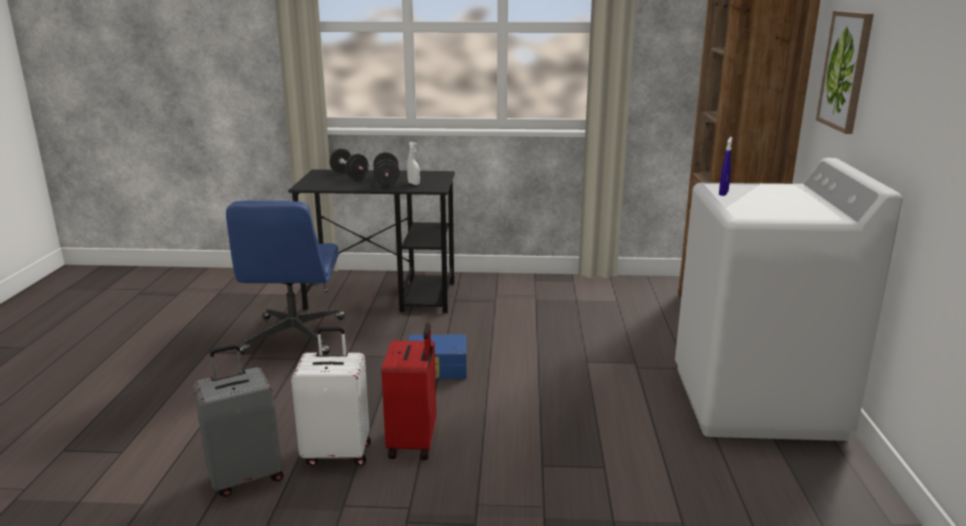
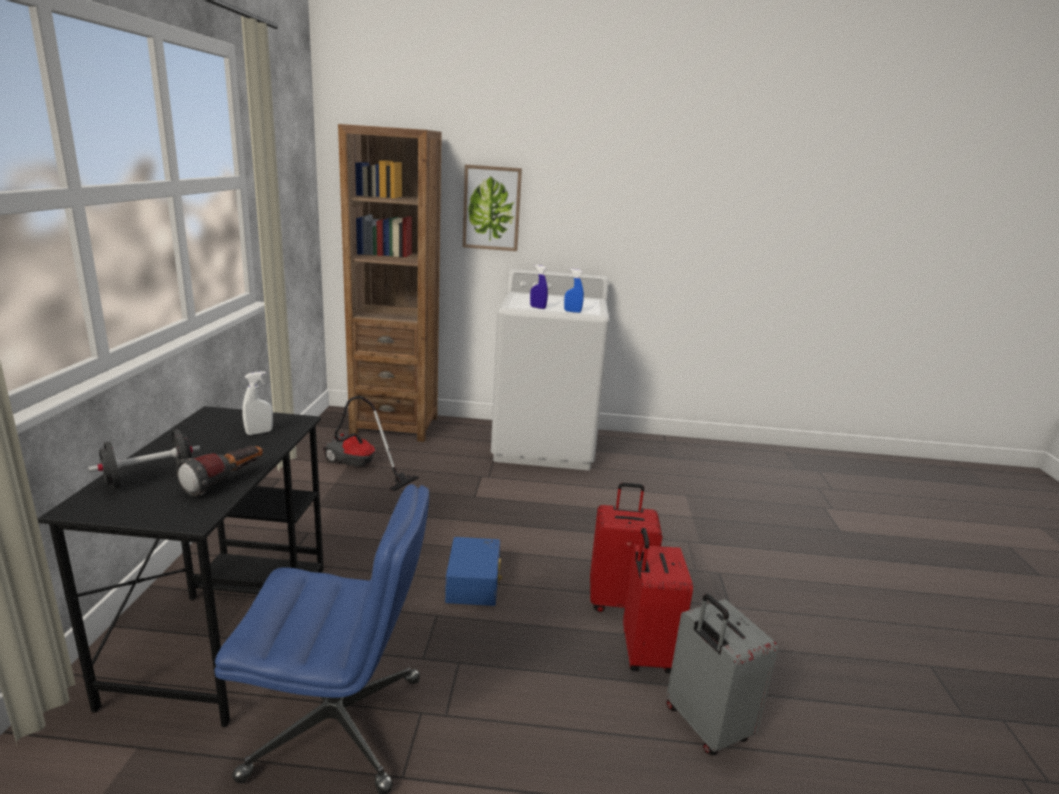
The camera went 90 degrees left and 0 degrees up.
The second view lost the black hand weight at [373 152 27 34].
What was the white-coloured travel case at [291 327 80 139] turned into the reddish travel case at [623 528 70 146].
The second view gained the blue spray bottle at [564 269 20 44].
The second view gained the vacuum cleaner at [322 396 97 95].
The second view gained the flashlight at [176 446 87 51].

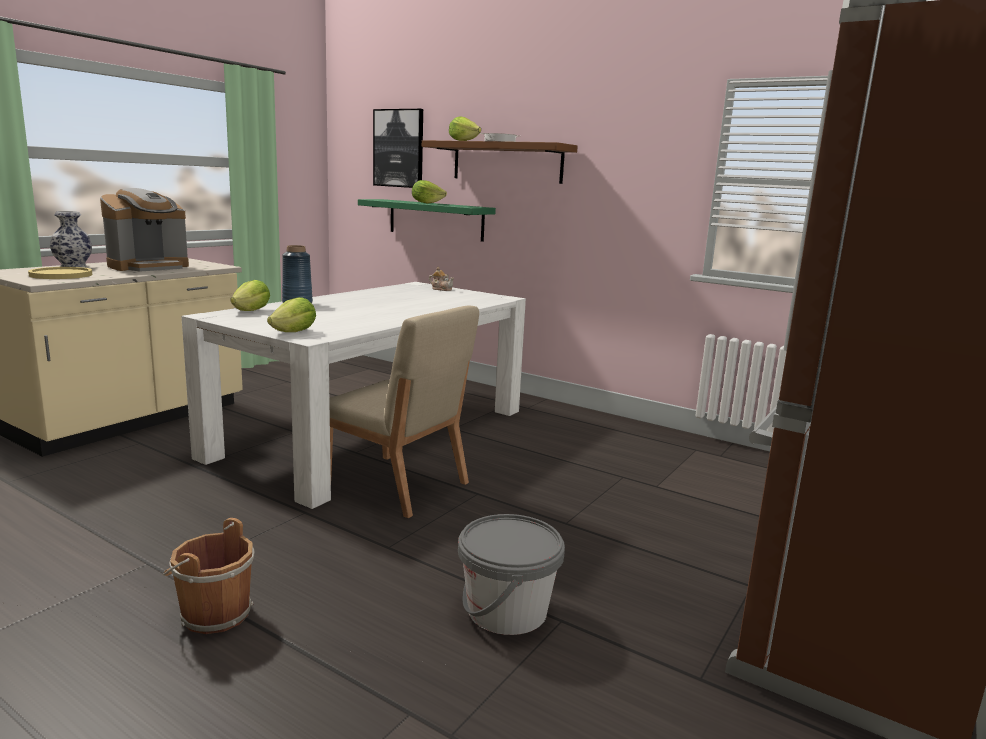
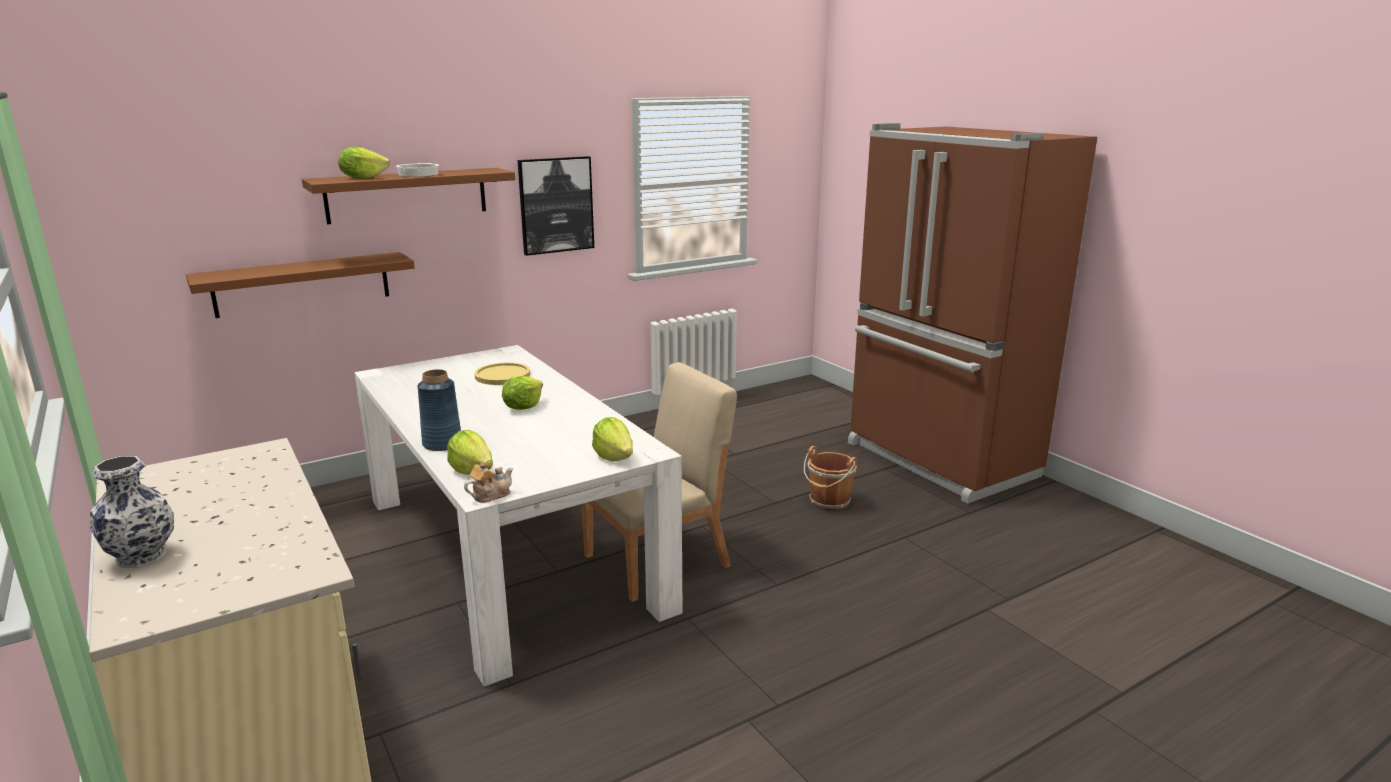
The camera went 65 degrees left and 5 degrees up.
The wall art ended up elsewhere, having gone from [373 109 50 79] to [518 156 76 100].
The lettuce ended up elsewhere, having gone from [412 180 35 24] to [502 376 41 34].
The second view lost the coffee machine at [100 188 89 84].
What was the greenish bracket shelf at [358 199 138 43] turned into the brown-coloured bracket shelf at [186 252 229 66].
The yellow-coloured flat dish ended up elsewhere, having gone from [28 267 64 12] to [474 362 56 23].
The tea pot ended up elsewhere, having gone from [429 267 25 24] to [464 461 49 42].
The second view lost the grey bucket at [458 514 107 121].
The brown-coloured bucket ended up elsewhere, having gone from [163 518 91 116] to [804 446 53 65].

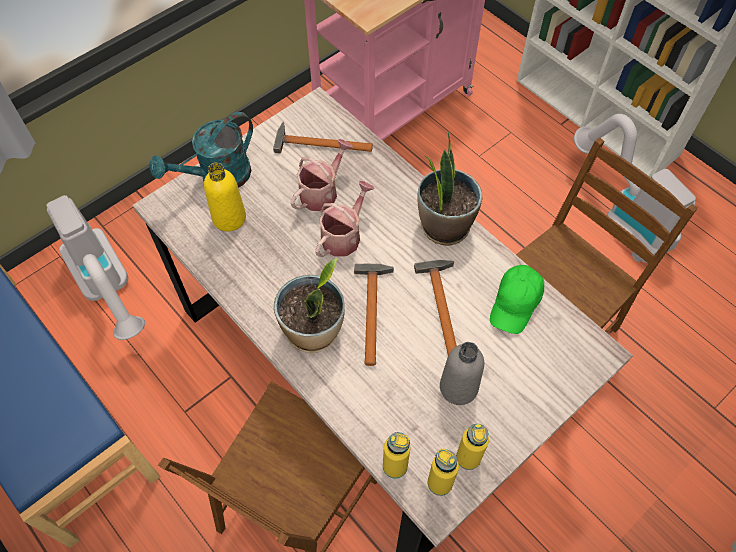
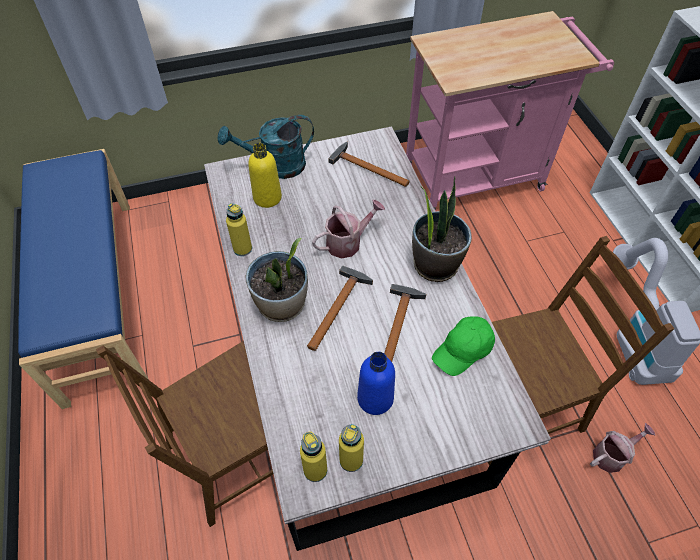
The camera went 25 degrees right and 5 degrees down.
The sprinkling can ended up elsewhere, having gone from [291 139 62 72] to [590 423 65 50].
The second view lost the vacuum cleaner at [46 195 99 145].
What was the grey beverage bottle at [440 342 44 63] turned into the blue beverage bottle at [357 352 38 63].
The yellow-coloured beverage bottle ended up elsewhere, having gone from [383 432 27 47] to [226 203 26 53].

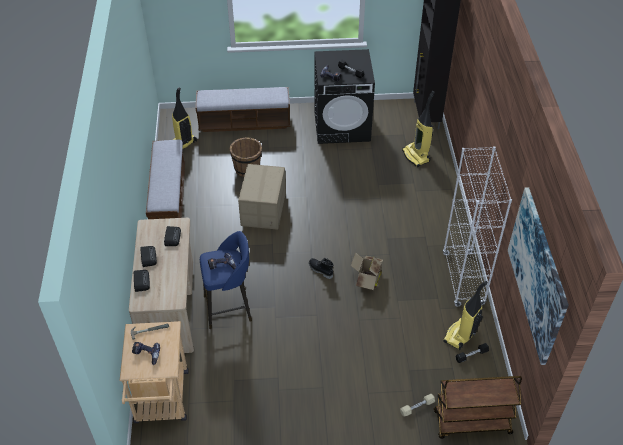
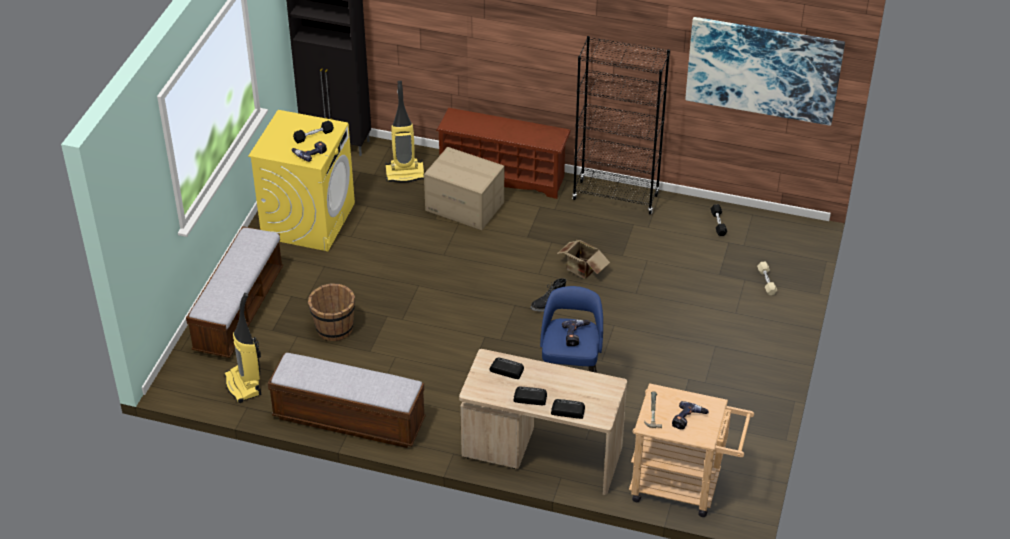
The camera went 70 degrees left and 5 degrees down.
What was the black laundry appliance at [314 49 61 95] turned into the yellow-coloured laundry appliance at [248 110 107 141].
What was the white-coloured bookcase at [443 146 69 161] turned into the black bookcase at [572 36 98 178].
The packing box ended up elsewhere, having gone from [238 164 48 66] to [424 147 80 83].
The second view lost the vacuum cleaner at [443 281 45 69].
The second view lost the brown-coloured wheeled cart at [434 376 88 63].
The second view gained the brown-coloured shoe rack at [436 108 135 91].

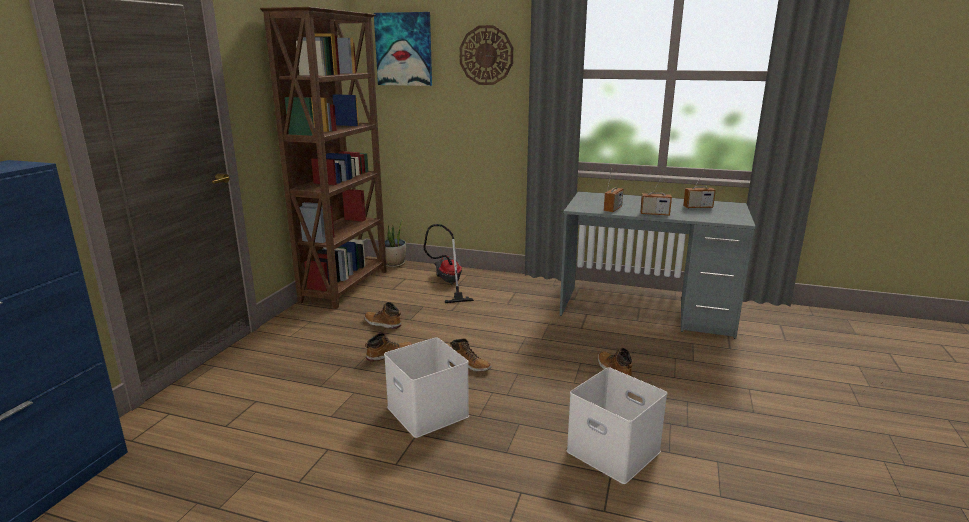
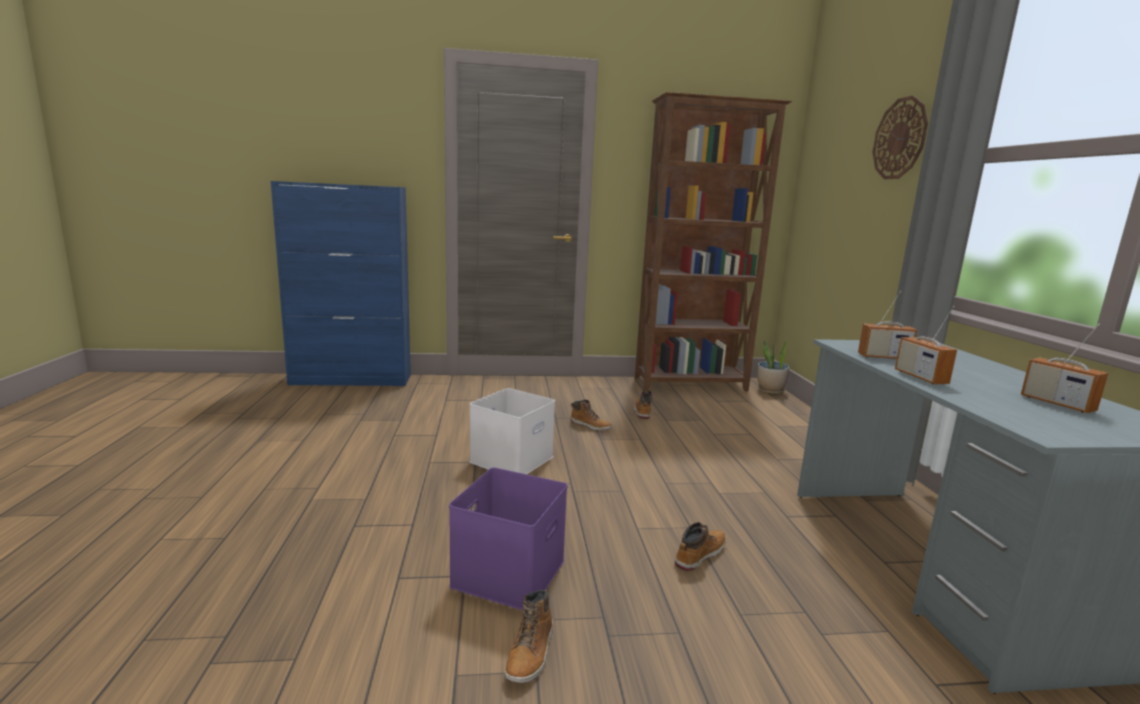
The camera went 65 degrees right and 5 degrees down.
The second view lost the wall art at [374 12 58 74].
The second view lost the vacuum cleaner at [423 224 51 79].
The boot ended up elsewhere, having gone from [450 339 42 33] to [505 590 48 93].
What was the white-coloured storage box at [566 367 101 117] turned into the purple storage box at [449 467 119 143].

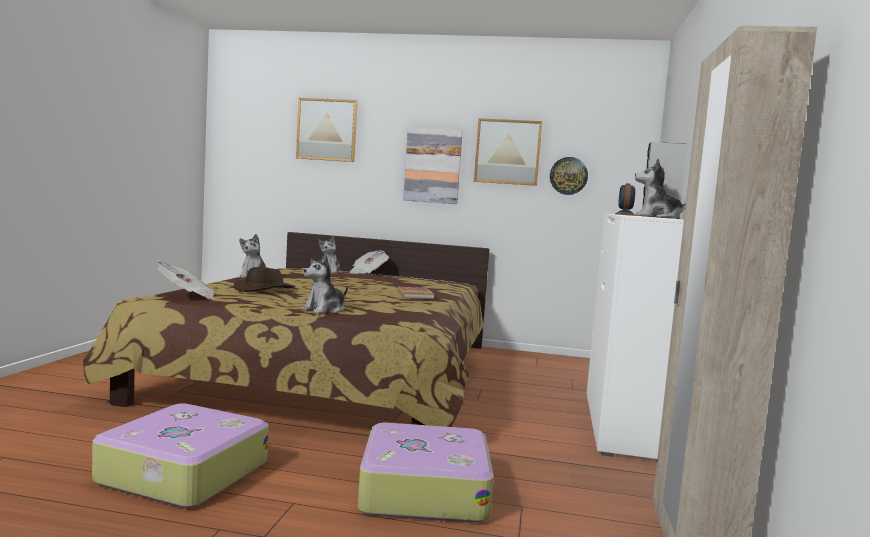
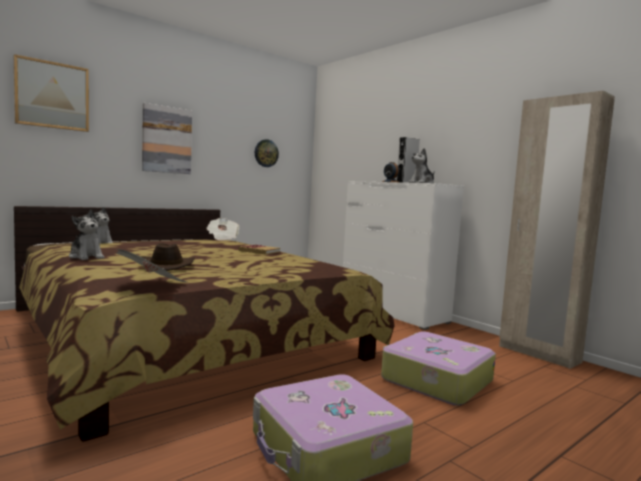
The camera went 50 degrees left and 0 degrees up.
The second view lost the wall art at [474 118 68 68].
The daily paper ended up elsewhere, having gone from [349 250 40 24] to [206 218 34 22].
The second view lost the cuddly toy at [301 253 47 61].

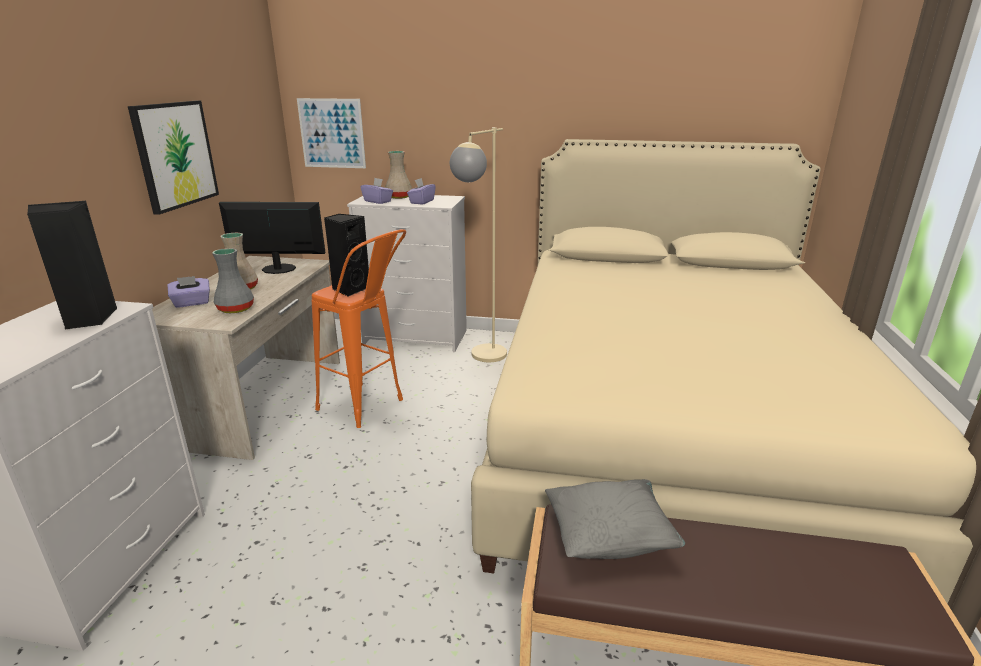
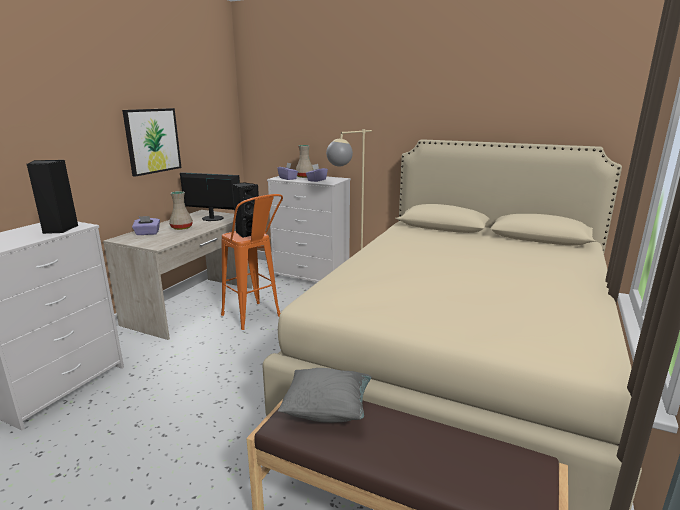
The camera went 15 degrees right and 5 degrees down.
The second view lost the wall art at [297 98 69 70].
The second view lost the grey flower vase at [212 248 42 65].

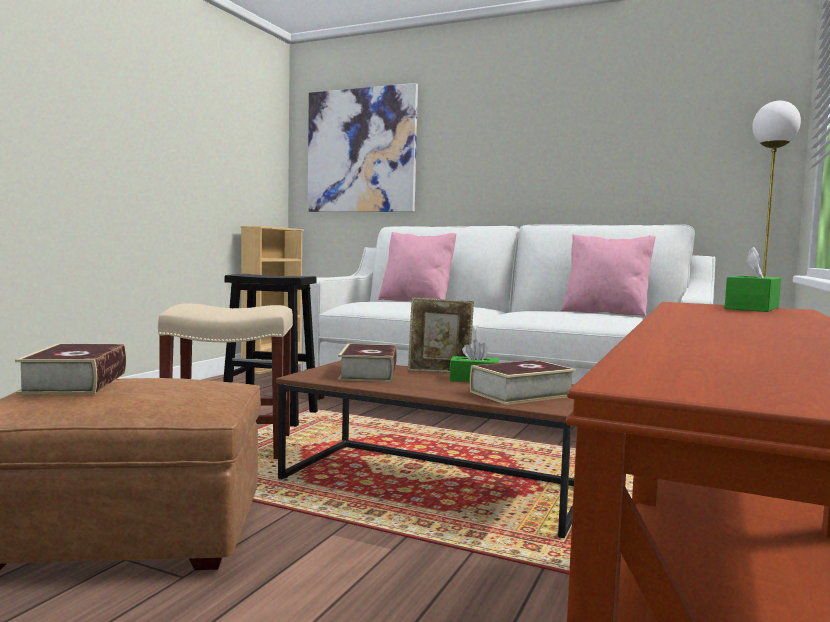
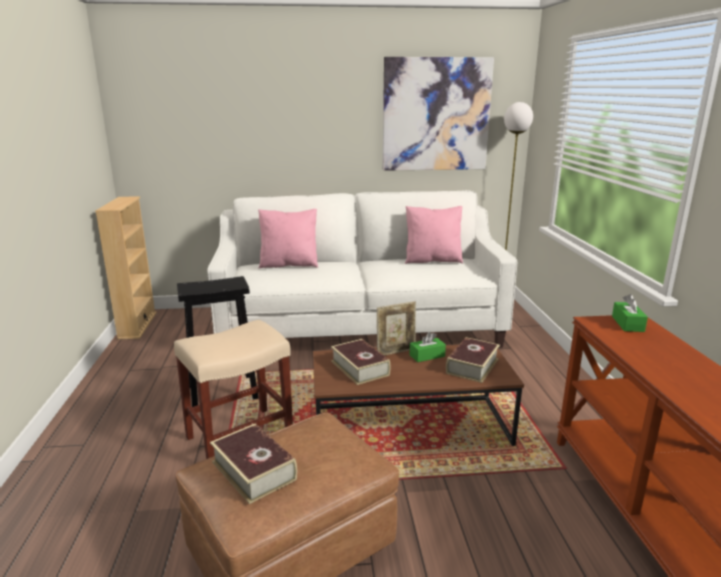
The camera went 30 degrees left and 15 degrees up.
The wall art ended up elsewhere, having gone from [307 83 111 129] to [383 57 111 114].

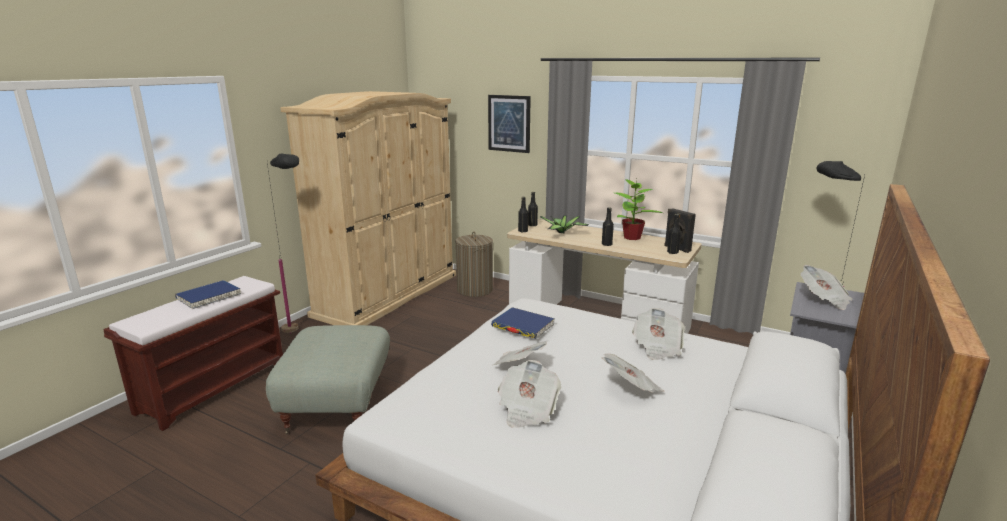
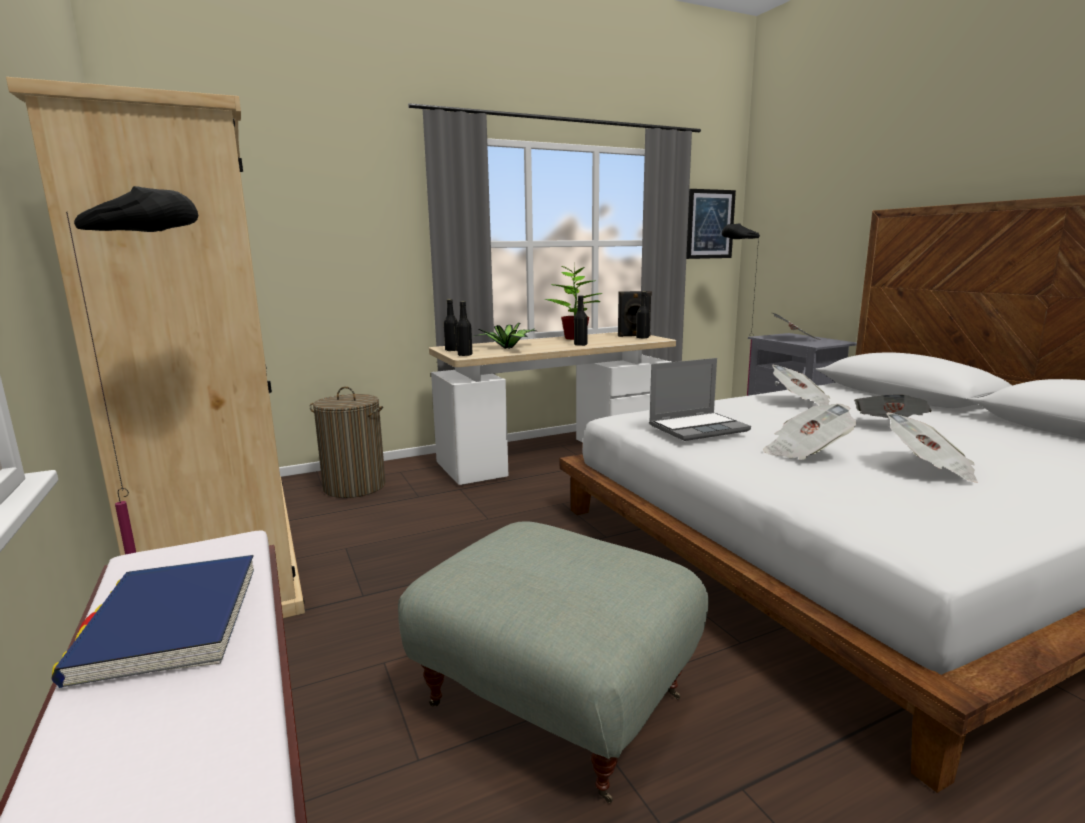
The camera went 55 degrees left and 5 degrees down.
The wall art ended up elsewhere, having gone from [488 95 43 58] to [686 189 50 70].
Where the blue volume stood at [491 307 64 32], the portable computer came to stand at [649 358 102 83].

